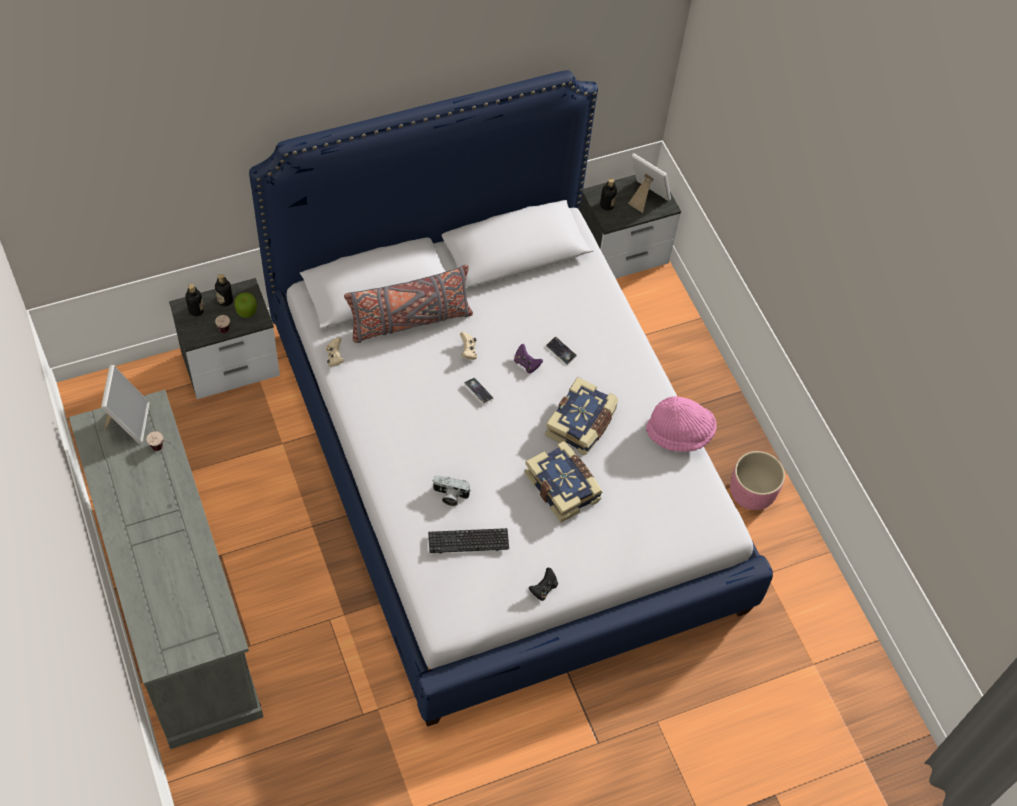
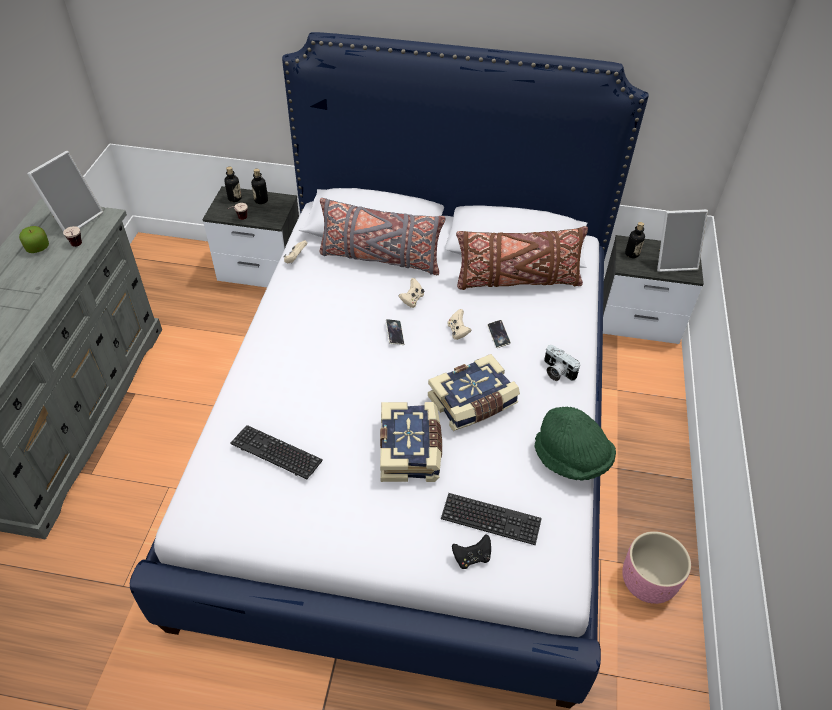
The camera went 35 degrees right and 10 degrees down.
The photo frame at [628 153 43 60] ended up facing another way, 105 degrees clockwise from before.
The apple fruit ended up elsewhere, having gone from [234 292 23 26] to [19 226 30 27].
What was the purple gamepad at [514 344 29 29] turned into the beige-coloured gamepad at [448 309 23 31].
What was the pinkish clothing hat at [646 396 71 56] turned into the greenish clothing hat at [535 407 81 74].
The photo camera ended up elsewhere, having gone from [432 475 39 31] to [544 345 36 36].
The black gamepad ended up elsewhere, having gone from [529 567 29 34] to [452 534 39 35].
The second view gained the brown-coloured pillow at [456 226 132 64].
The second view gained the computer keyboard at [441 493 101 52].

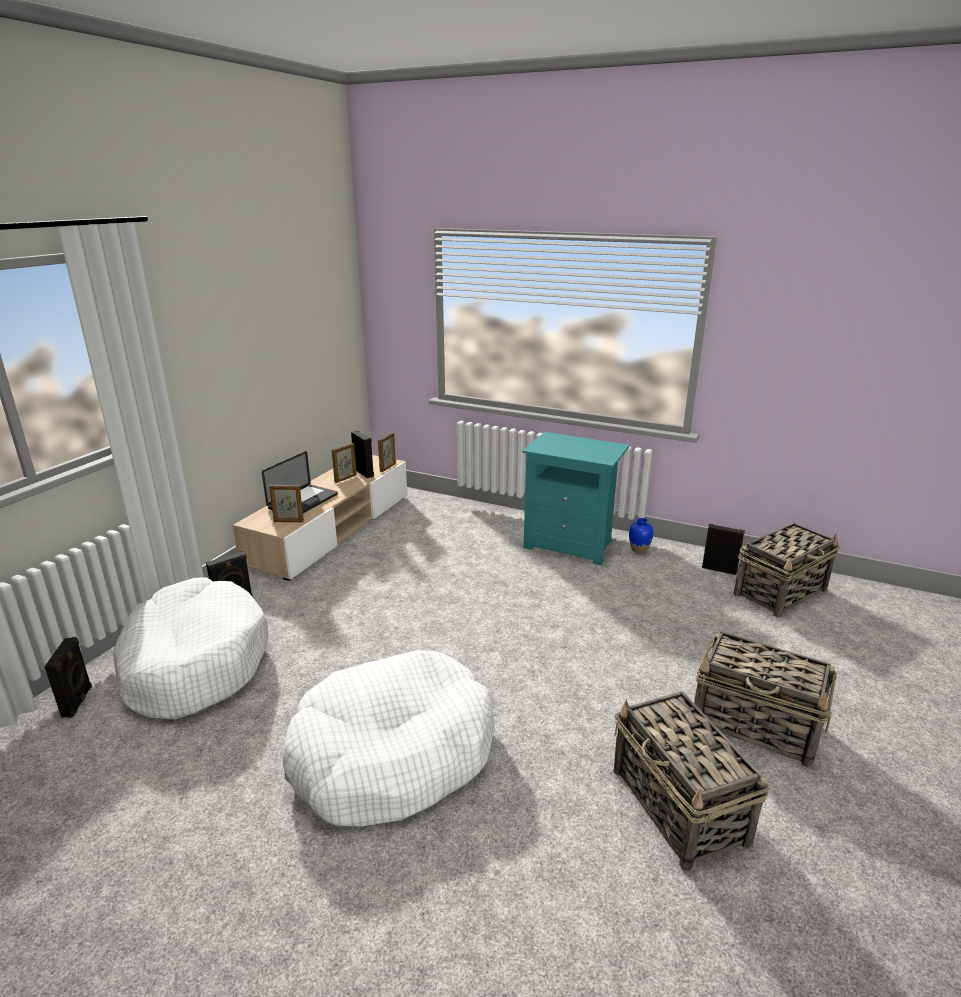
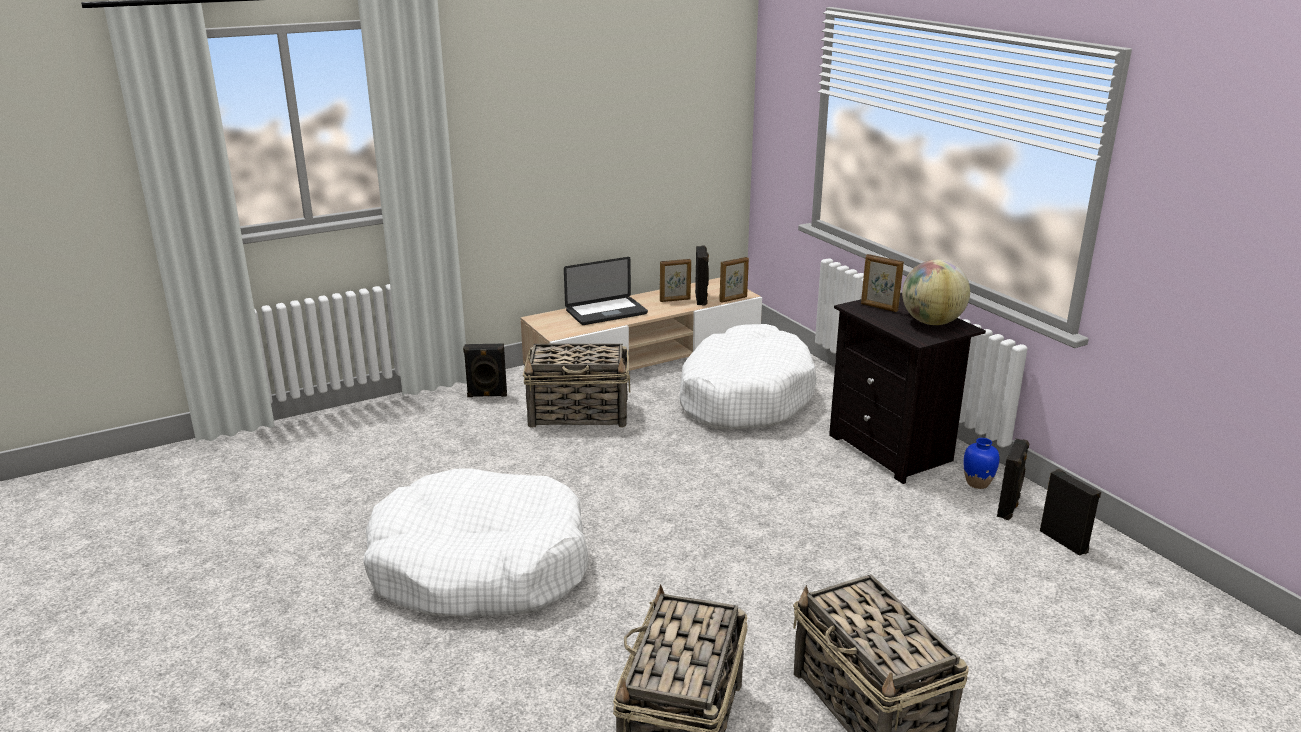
The camera went 35 degrees right and 0 degrees up.
What was the blue-green night table at [522 432 108 134] turned into the black night table at [829 292 157 192].
The photo frame ended up elsewhere, having gone from [269 485 35 37] to [861 254 43 58].
The basket ended up elsewhere, having gone from [733 523 106 95] to [523 343 107 85].
The white-coloured dog cushion ended up elsewhere, having gone from [113 577 155 143] to [680 324 137 105].
The black loudspeaker ended up elsewhere, having gone from [44 637 48 81] to [997 439 32 81].
The second view gained the world globe at [902 260 68 65].

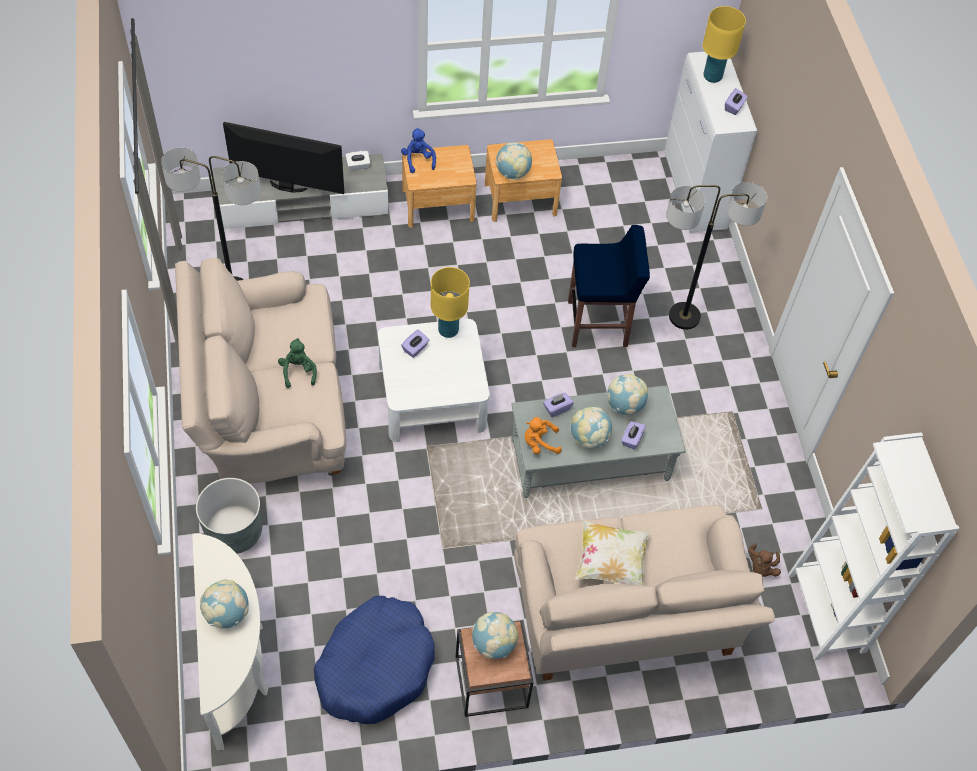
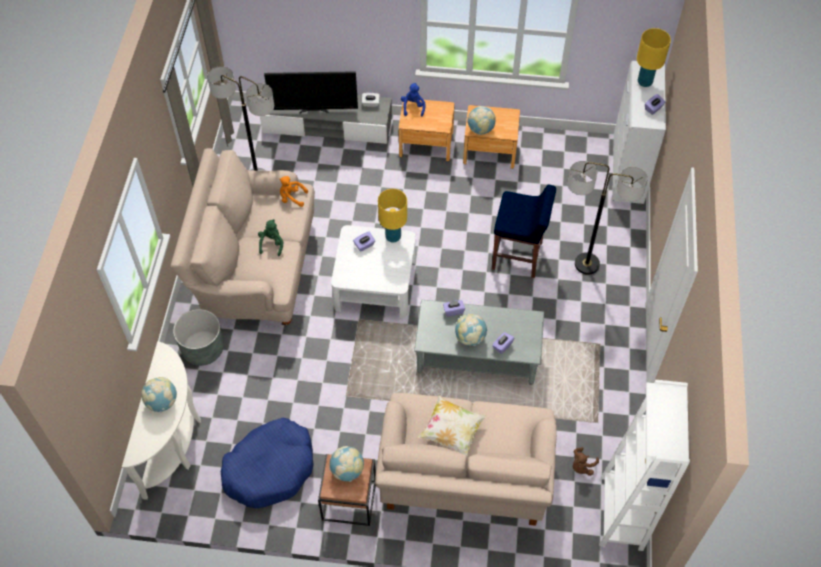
The camera went 20 degrees right and 0 degrees up.
The TV at [223 122 121 72] ended up facing another way, 150 degrees clockwise from before.
The second view lost the world globe at [606 374 42 41].
The orangey cuddly toy ended up elsewhere, having gone from [525 417 37 37] to [279 176 29 31].

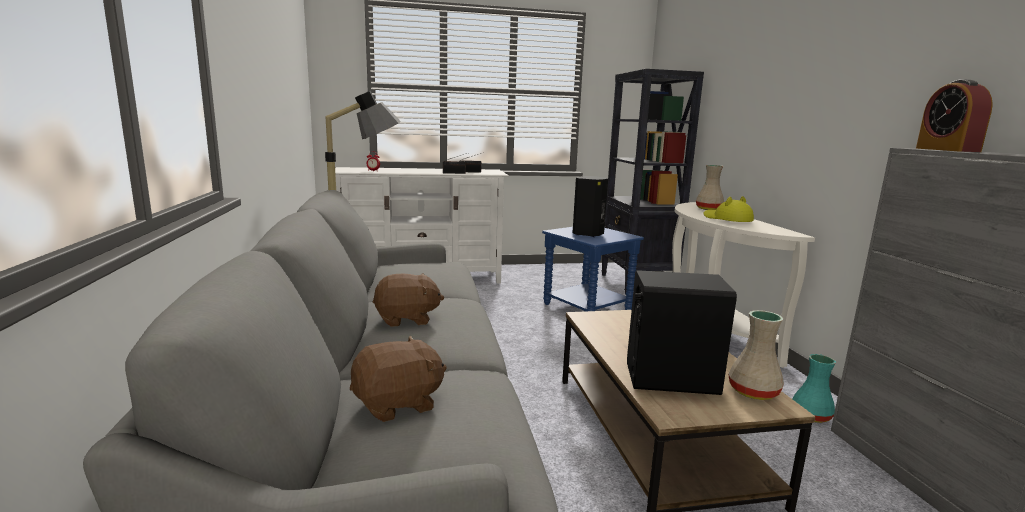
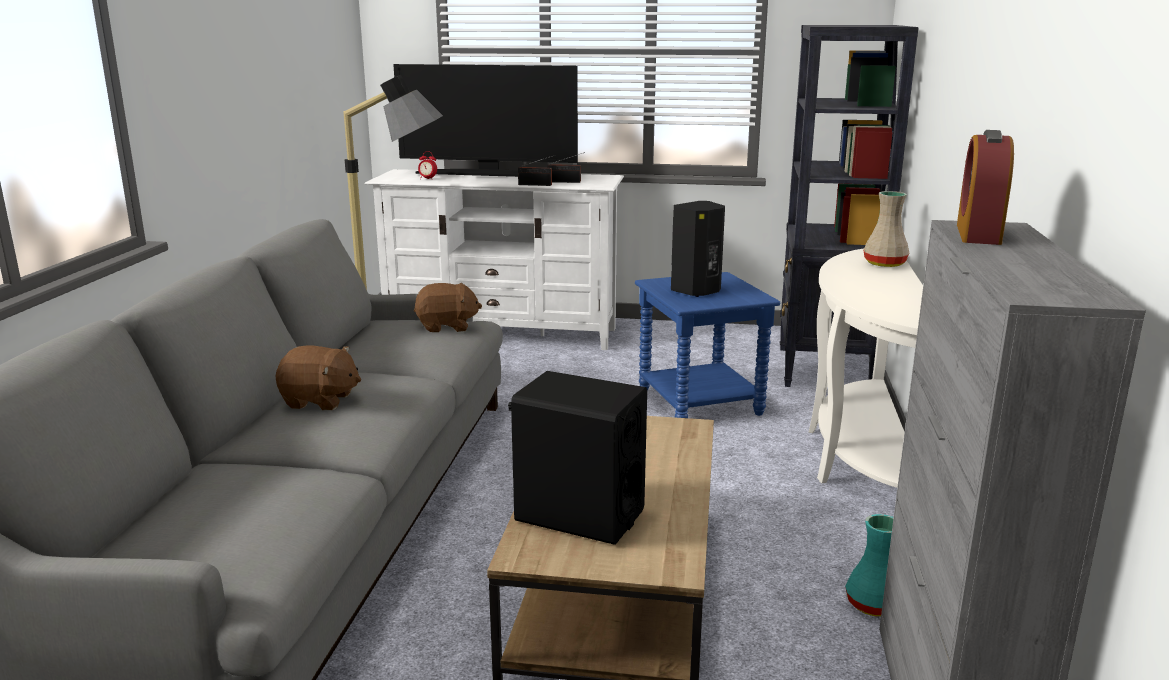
The camera went 20 degrees right and 5 degrees up.
The second view lost the yellow-coloured clothing hat at [704 196 50 26].
The second view lost the beige-coloured flower vase at [728 310 56 90].
The brown-coloured cuddly toy ended up elsewhere, having gone from [350 336 97 86] to [414 283 68 49].
The second view gained the TV at [393 64 185 113].

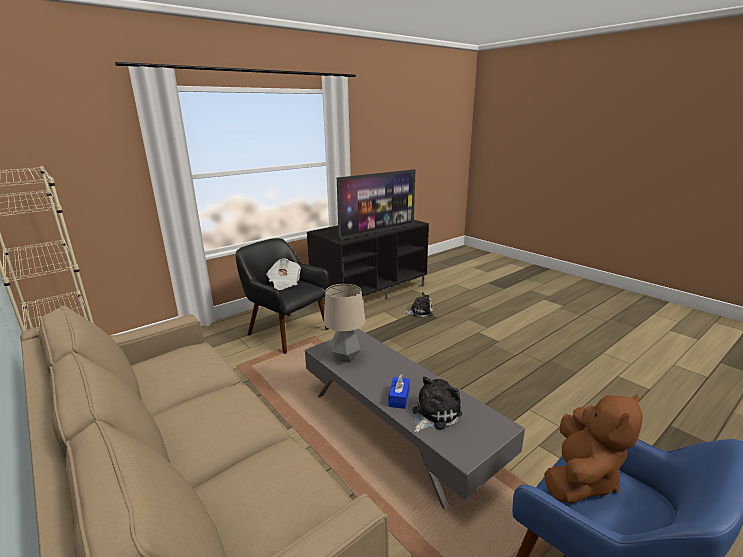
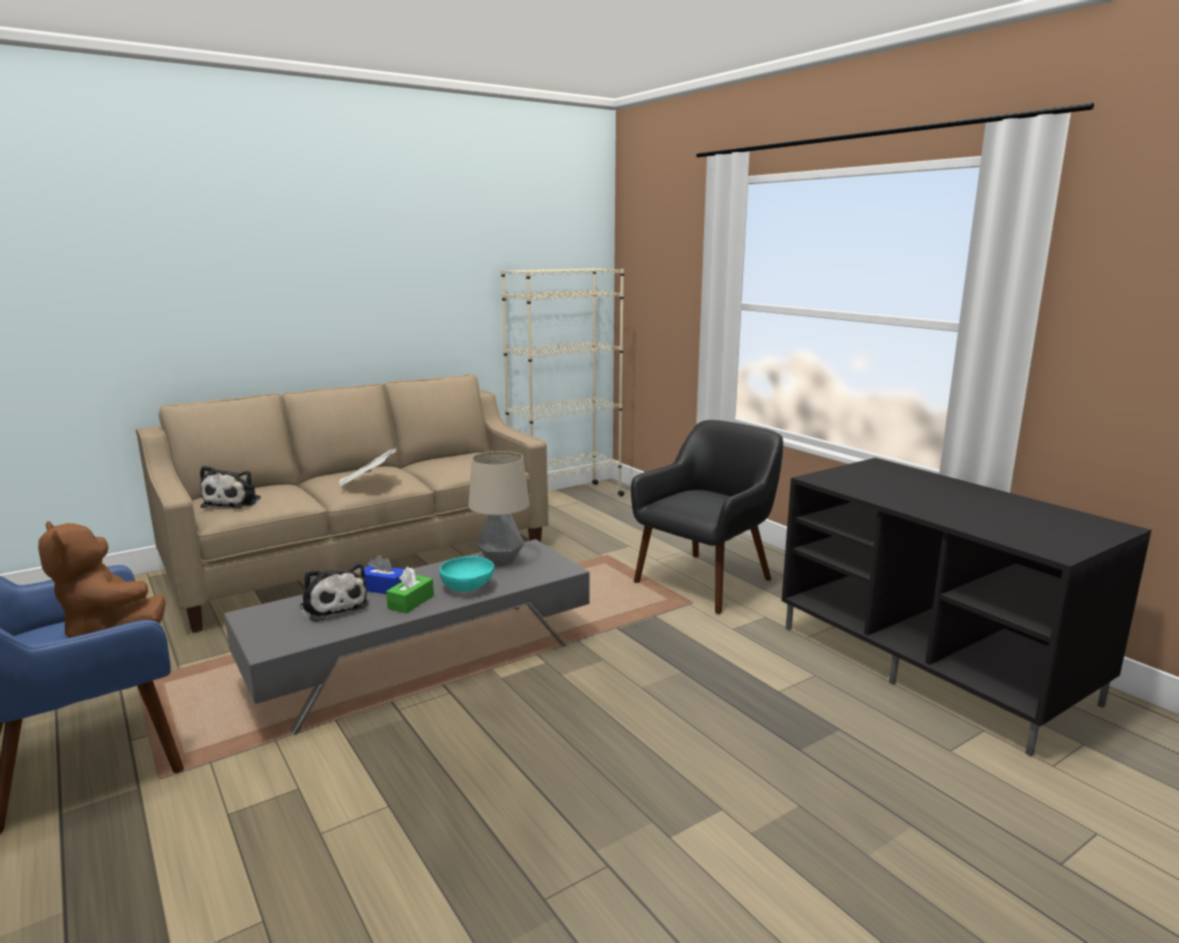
The camera went 95 degrees right and 5 degrees down.
The second view lost the TV at [337 169 79 71].
The daily paper ended up elsewhere, having gone from [266 258 35 32] to [339 449 57 38].
The cuddly toy ended up elsewhere, having gone from [403 292 30 25] to [200 465 61 44].
The second view gained the blue-green serving bowl at [440 556 54 36].
The second view gained the greenish box of tissues at [386 567 48 47].

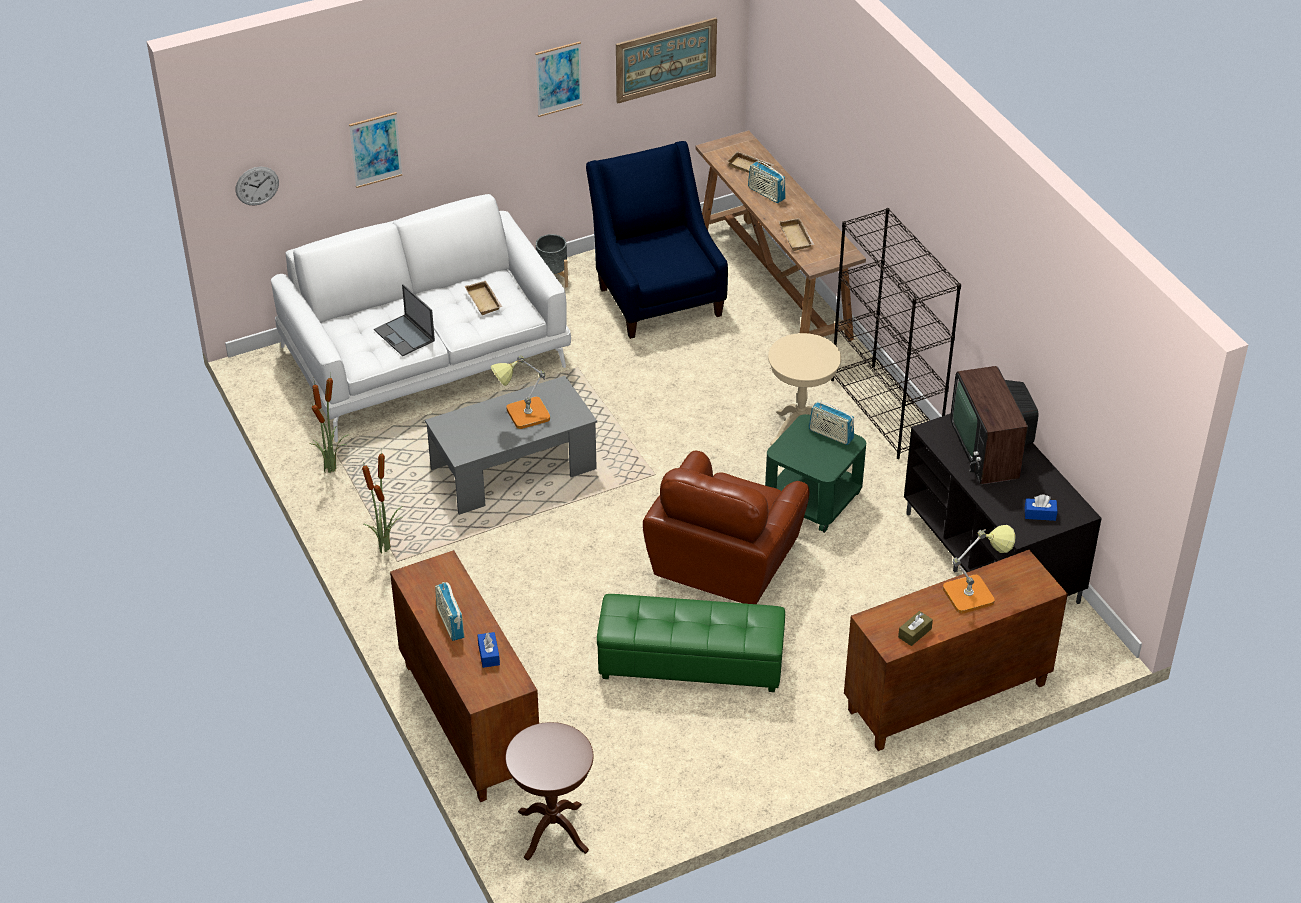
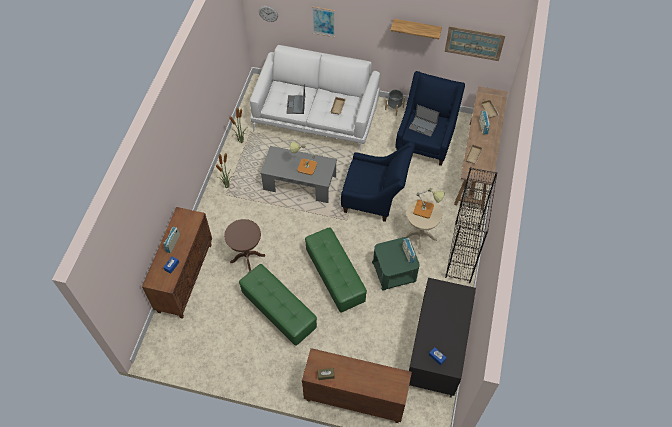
The camera went 40 degrees right and 15 degrees up.
Where the wall art hung at [535 41 47 76], the bracket shelf came to hang at [390 19 52 20].
The second view lost the TV at [950 366 89 118].
Where the brown-coloured armchair stood at [643 451 167 153], the greenish pouffe came to stand at [305 227 62 86].
The tabletop lamp ended up elsewhere, having gone from [943 525 73 89] to [413 188 32 31].
The brown-coloured side table ended up elsewhere, having gone from [505 722 88 139] to [224 219 41 53].
The second view gained the portable computer at [409 105 30 32].
The second view gained the blue armchair at [341 142 74 80].

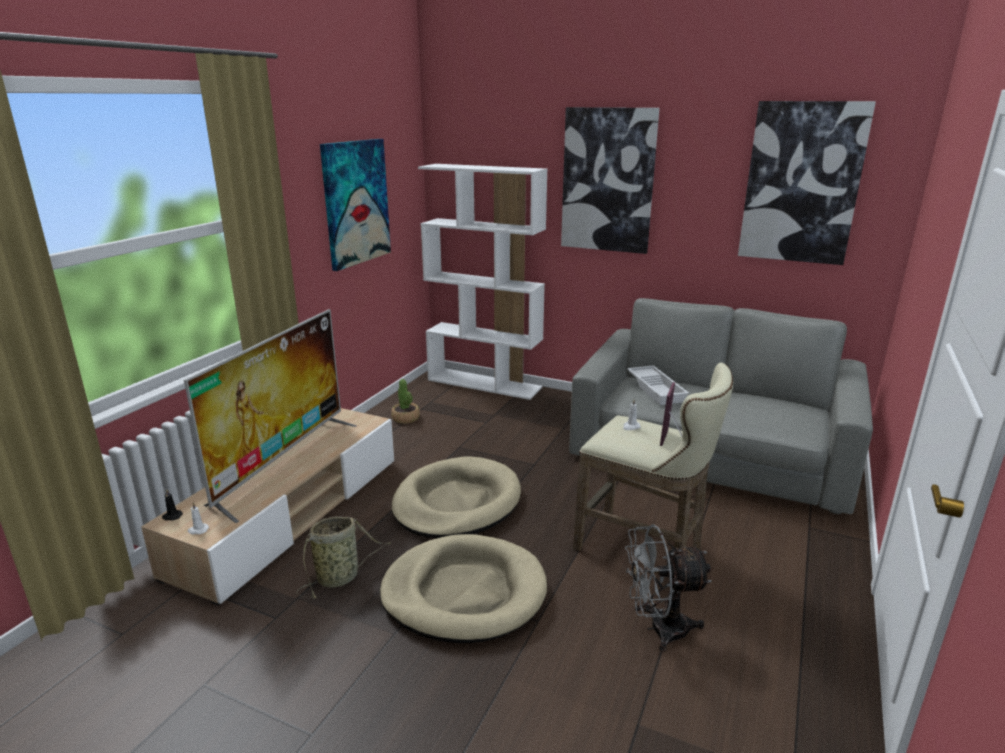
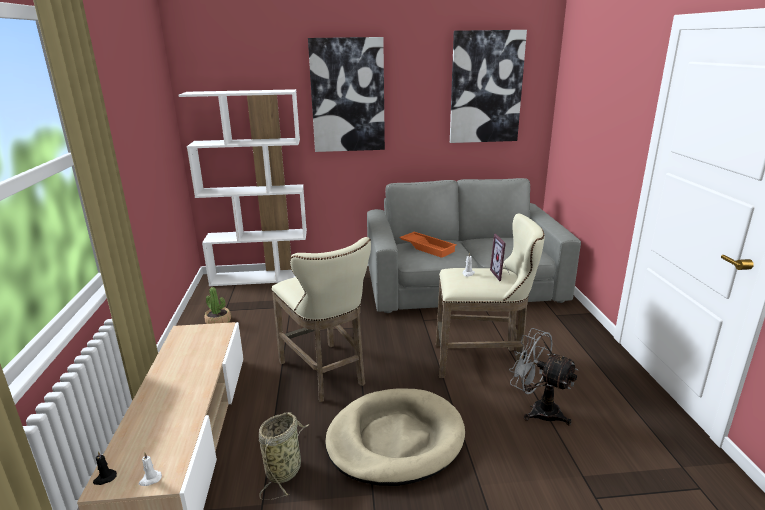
The camera went 30 degrees left and 0 degrees up.
The second view lost the wall art at [320 139 71 132].
The second view lost the TV at [184 309 173 214].
What was the white-coloured tray at [627 365 62 40] turned into the orangey tray at [399 232 57 26].
Where the beige-coloured dog cushion stood at [391 456 130 82], the beige-coloured stool seat came to stand at [271 237 100 165].
The grey cooling fan at [625 524 87 129] ended up facing another way, 75 degrees clockwise from before.

